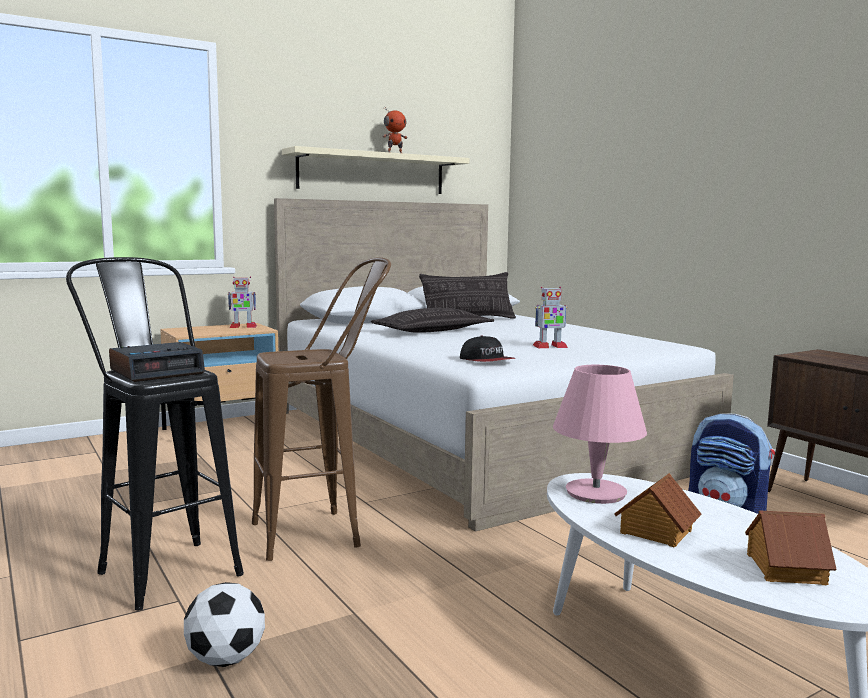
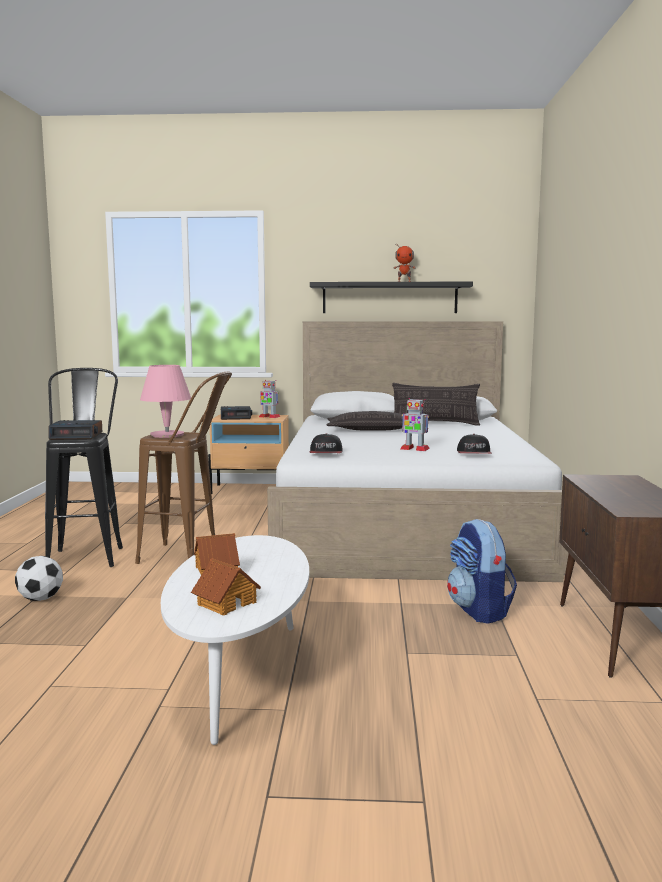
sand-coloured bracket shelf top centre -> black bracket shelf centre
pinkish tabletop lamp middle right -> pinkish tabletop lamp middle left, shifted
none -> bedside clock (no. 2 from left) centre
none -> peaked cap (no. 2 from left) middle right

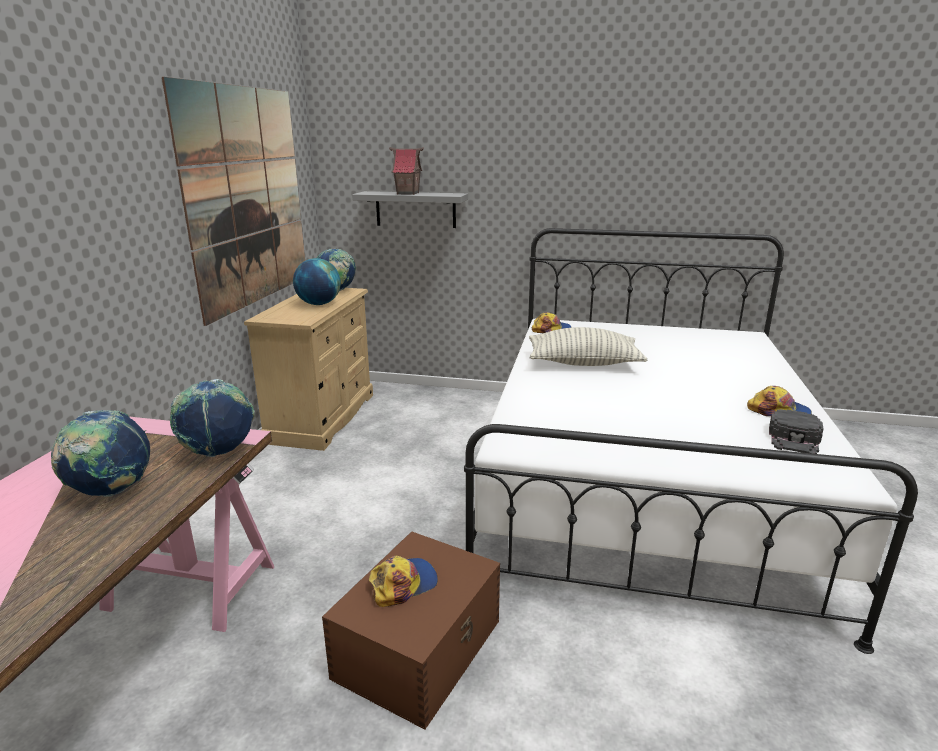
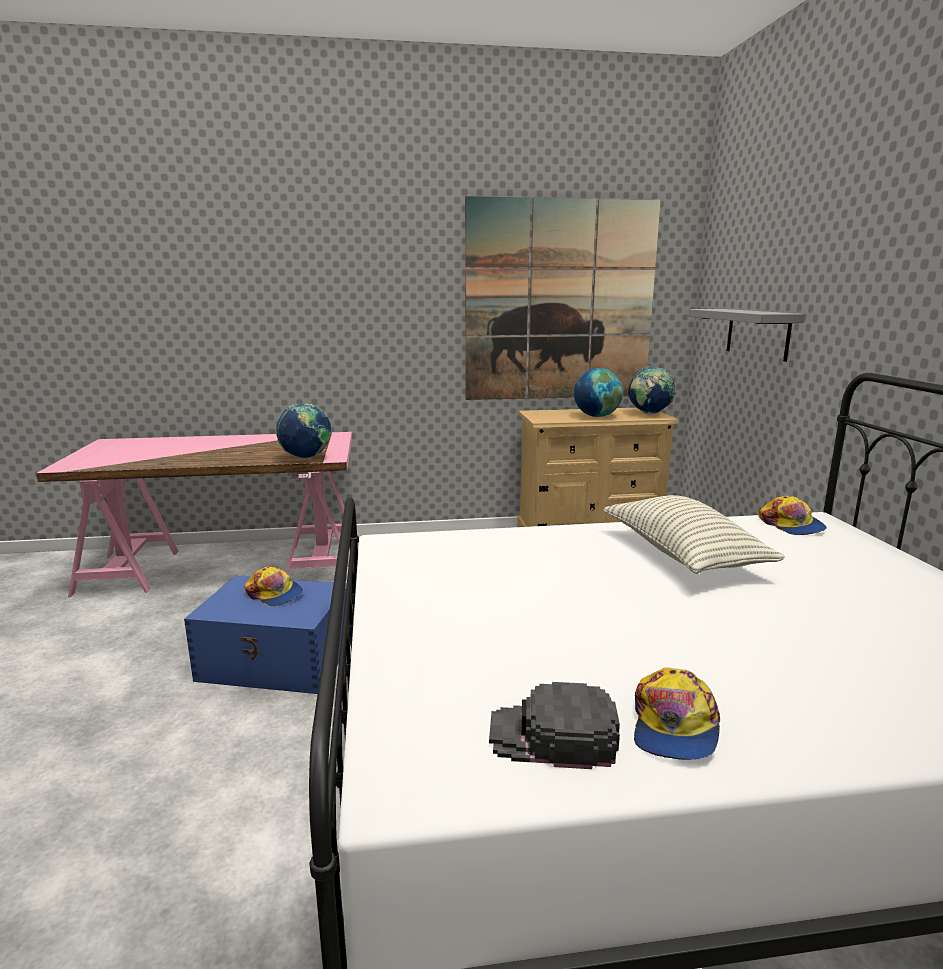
toy house top centre -> none
globe (no. 1 from left) middle left -> none
brownish storage bin bottom centre -> blue storage bin middle left

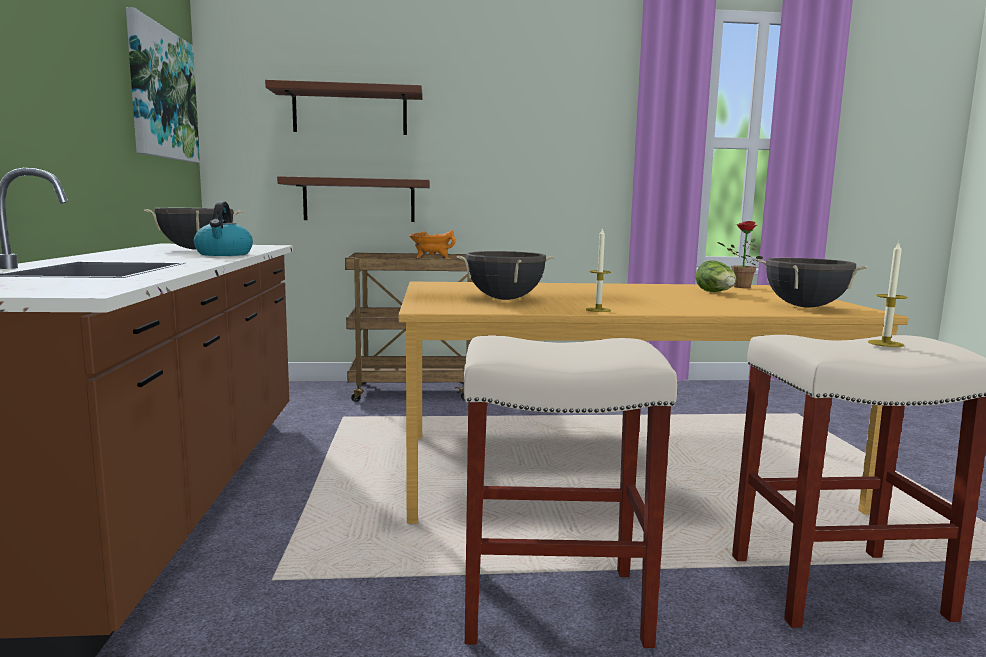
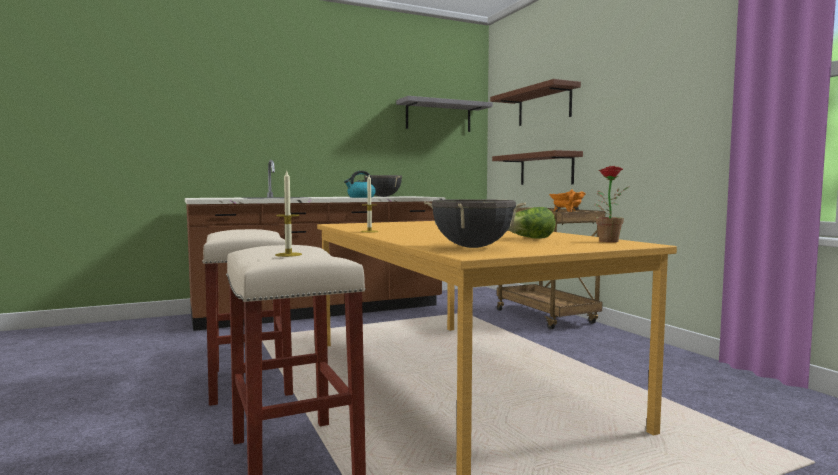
wall art top left -> greyish bracket shelf top centre
black saucepot (no. 2 from left) centre -> none

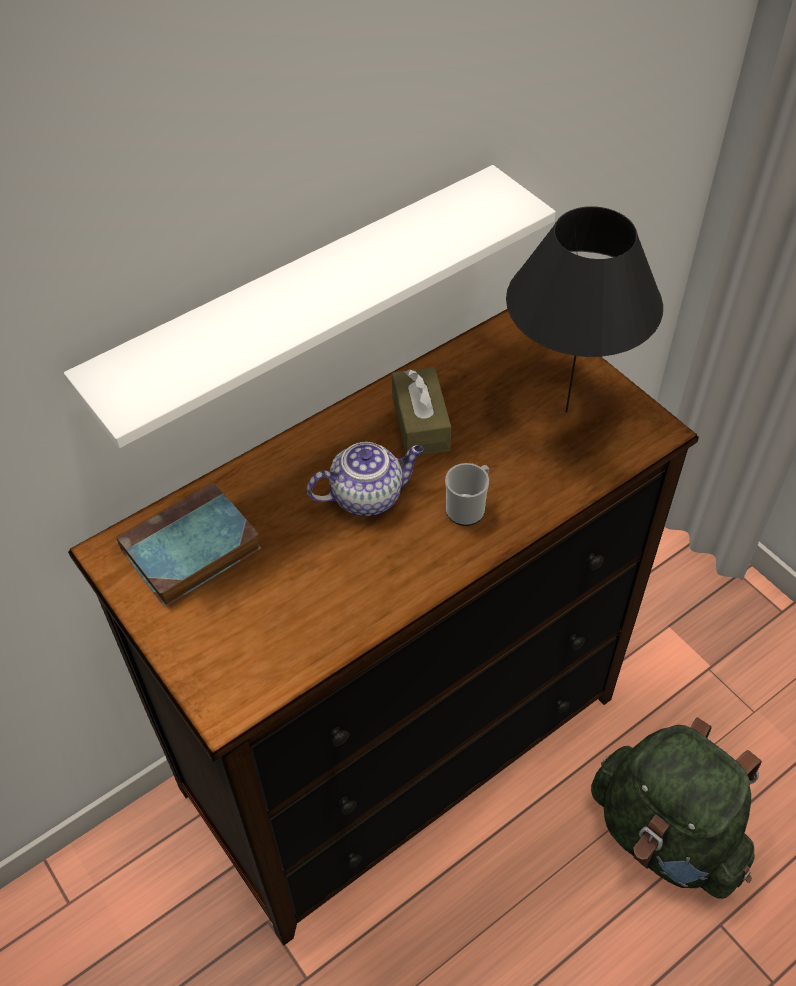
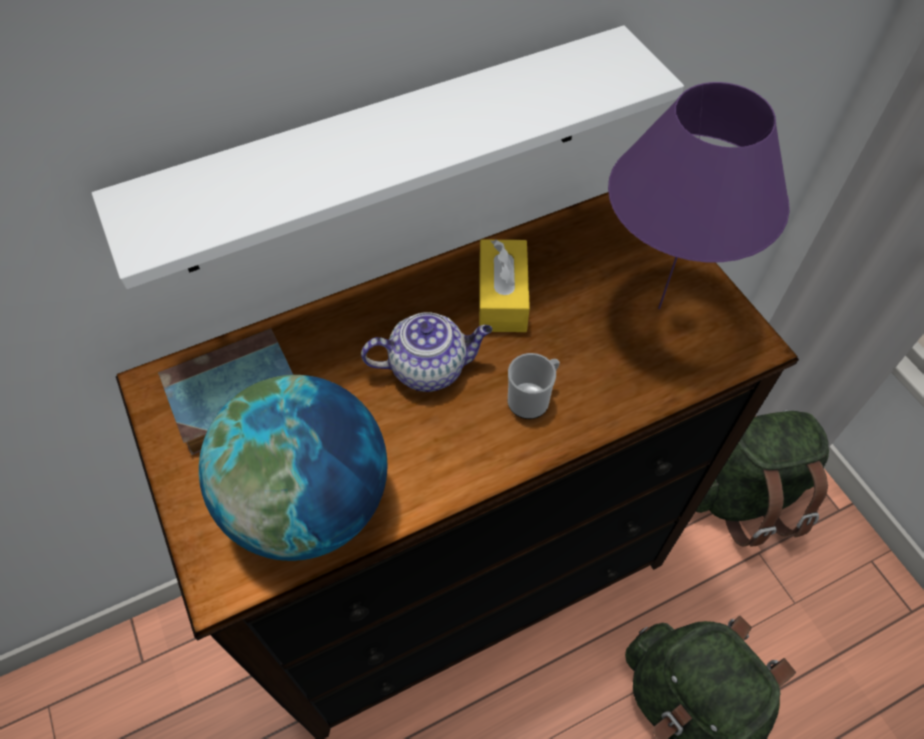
black tabletop lamp top right -> purple-coloured tabletop lamp top right
brownish tissue box centre -> yellow-coloured tissue box centre
none -> globe middle left
none -> green-coloured backpack (no. 2 from left) middle right

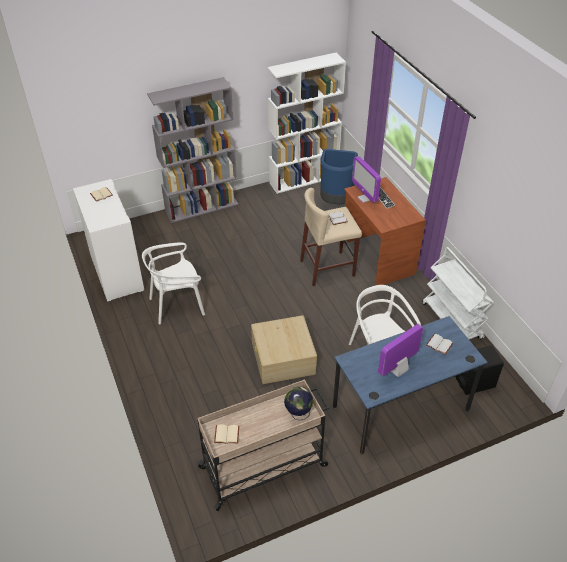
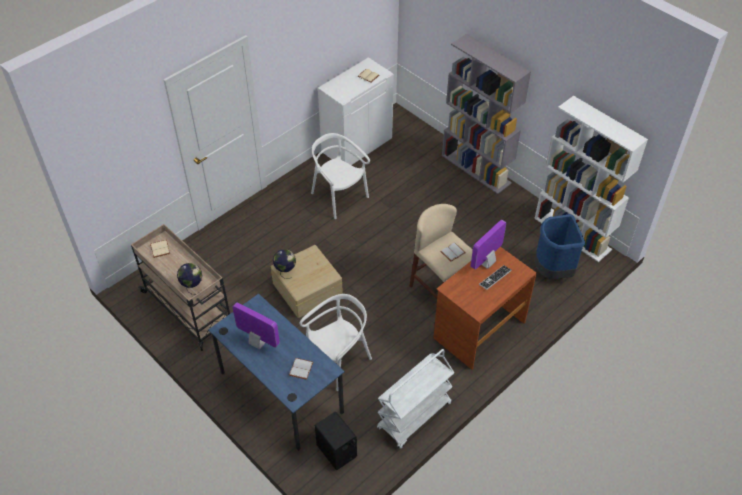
none -> globe (no. 2 from left) centre

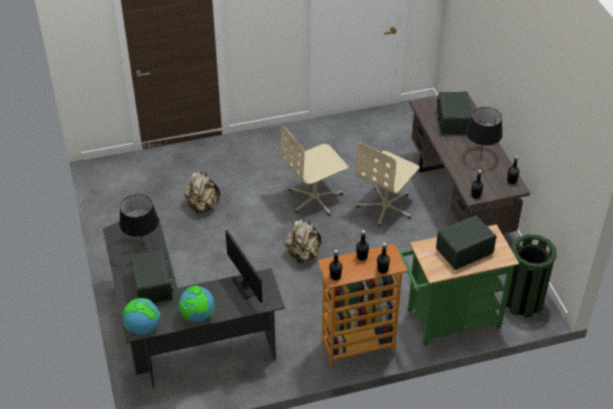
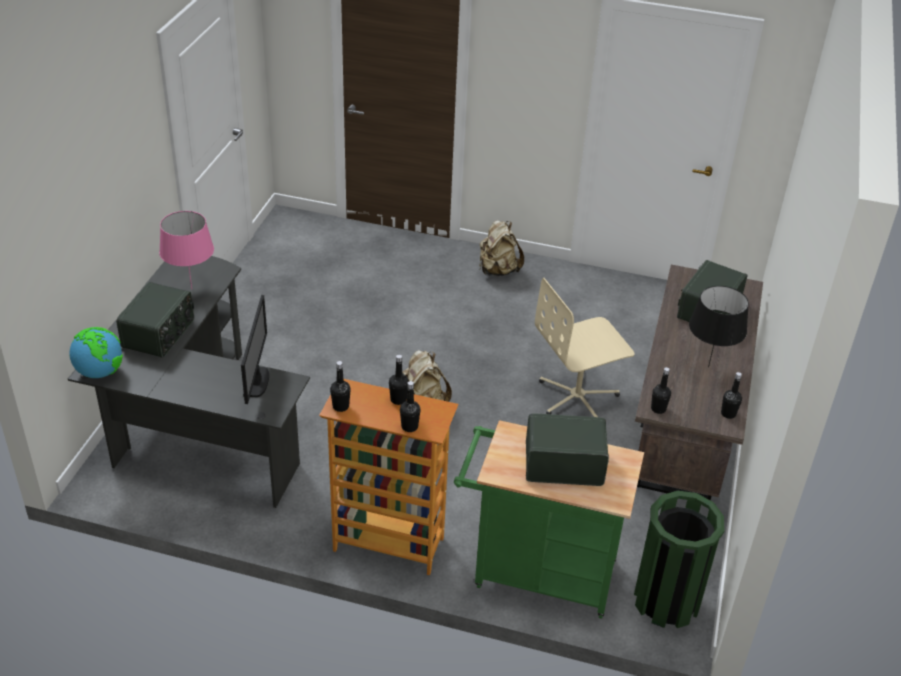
sand-coloured computer chair (no. 1 from left) centre -> none
sand-coloured backpack (no. 1 from left in the first image) middle left -> sand-coloured backpack (no. 2 from left) centre, shifted
black tabletop lamp (no. 1 from left) middle left -> pinkish tabletop lamp middle left
globe (no. 2 from left) bottom left -> none

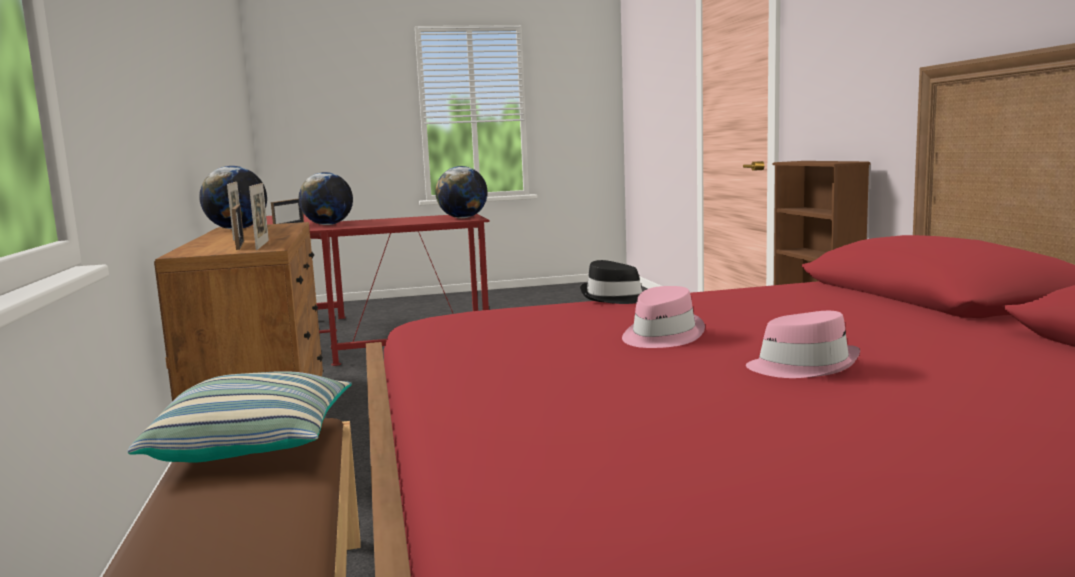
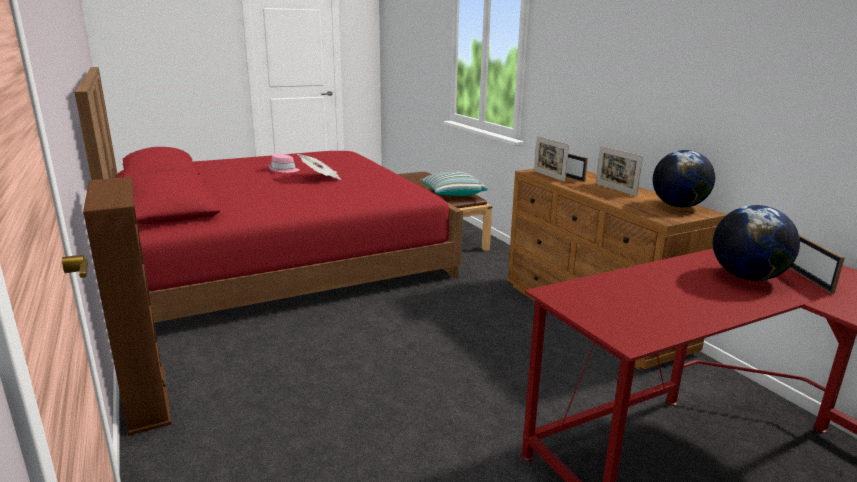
globe (no. 3 from left) top centre -> none
black hat centre -> none
pinkish hat (no. 1 from left) centre -> newspaper centre

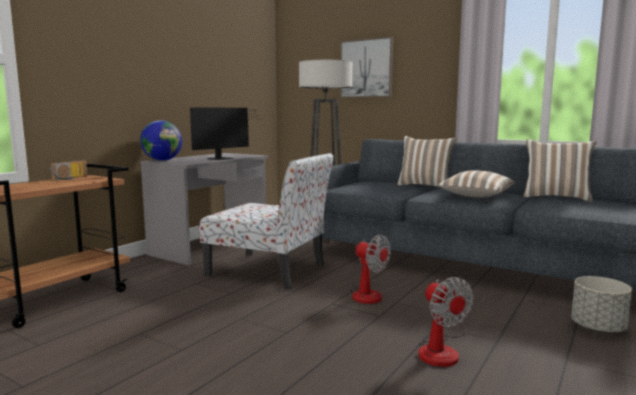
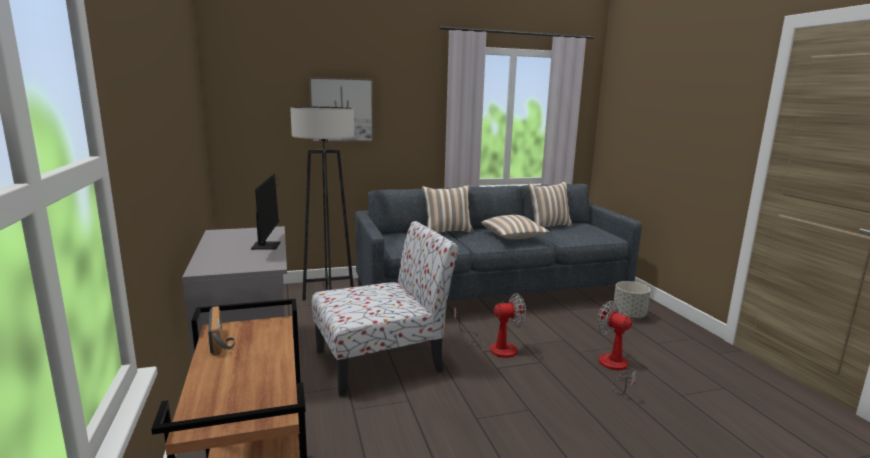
globe middle left -> none
cooling fan (no. 2 from left) bottom right, 150 degrees counterclockwise

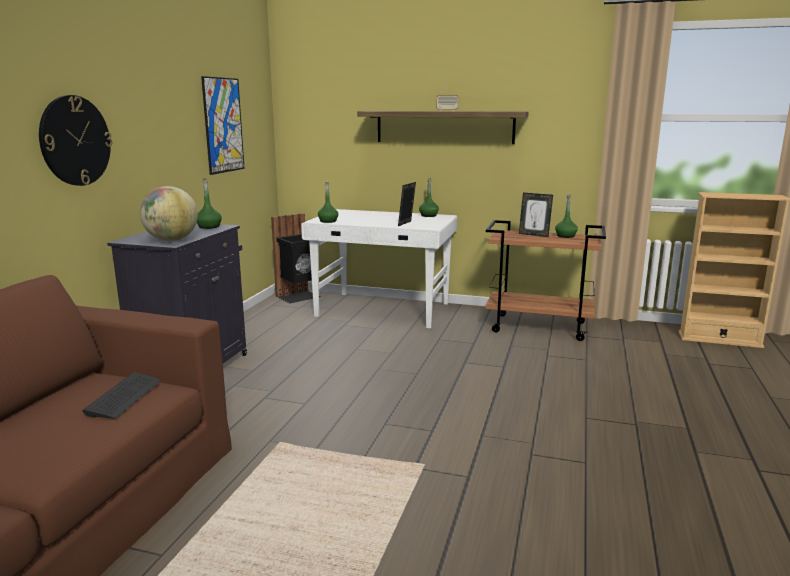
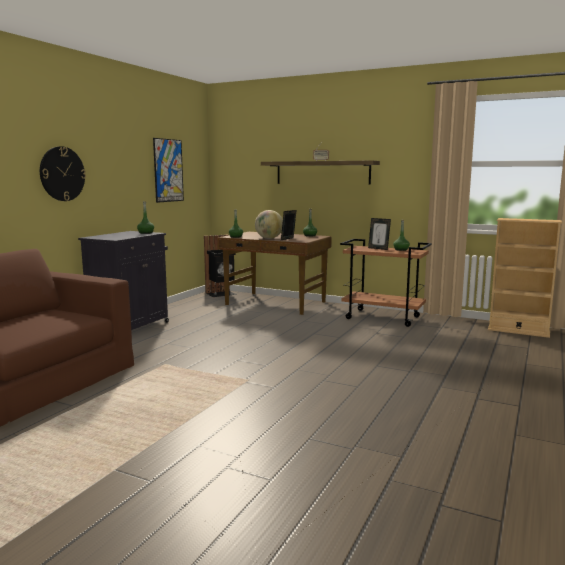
globe middle left -> globe centre, shifted
white-coloured desk centre -> brownish desk centre
PC keyboard bottom left -> none

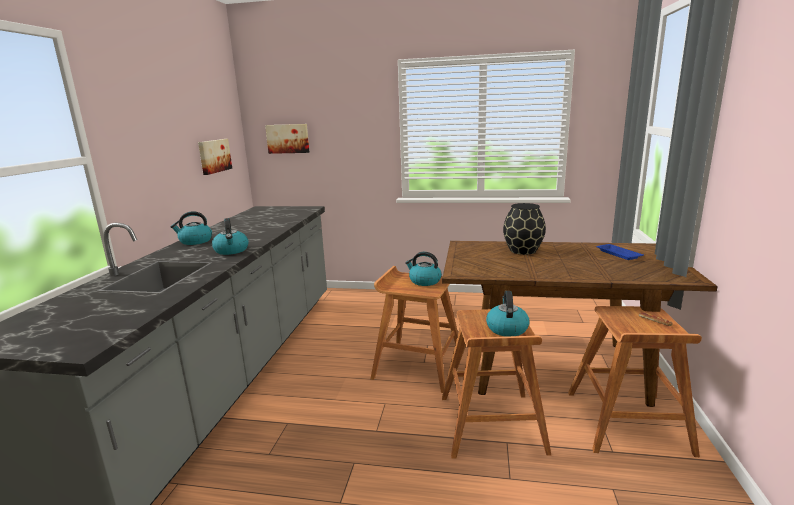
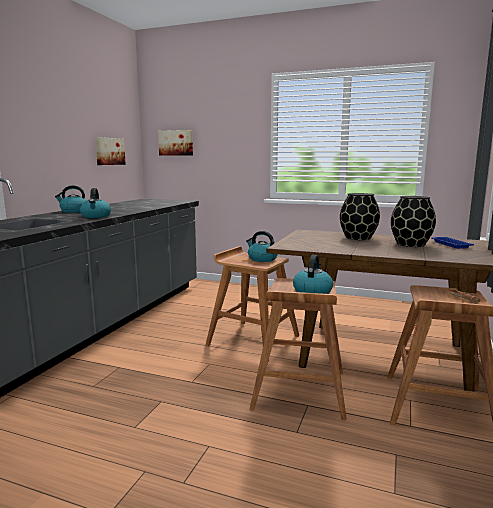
none -> black decorative vase (no. 2 from left) middle right

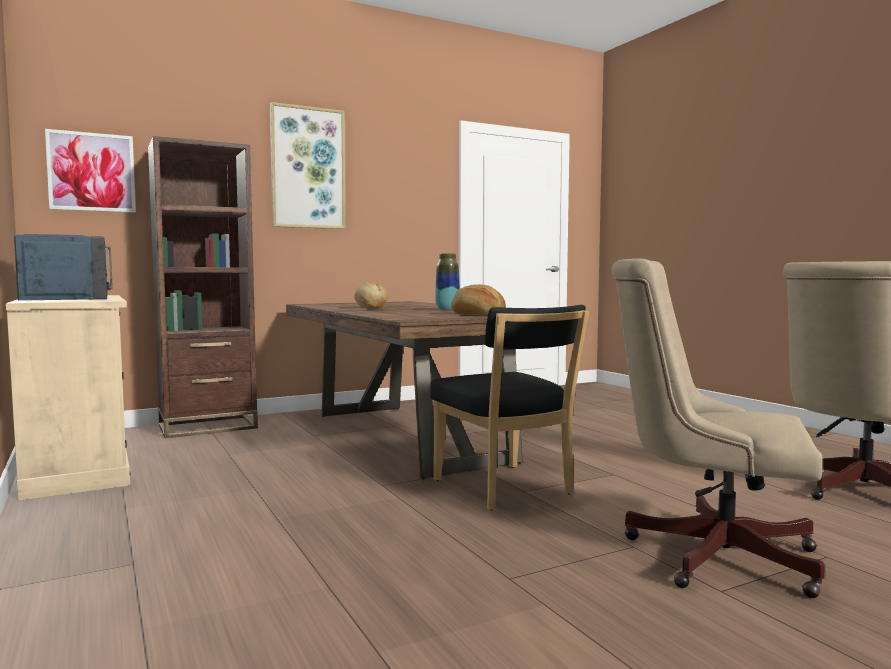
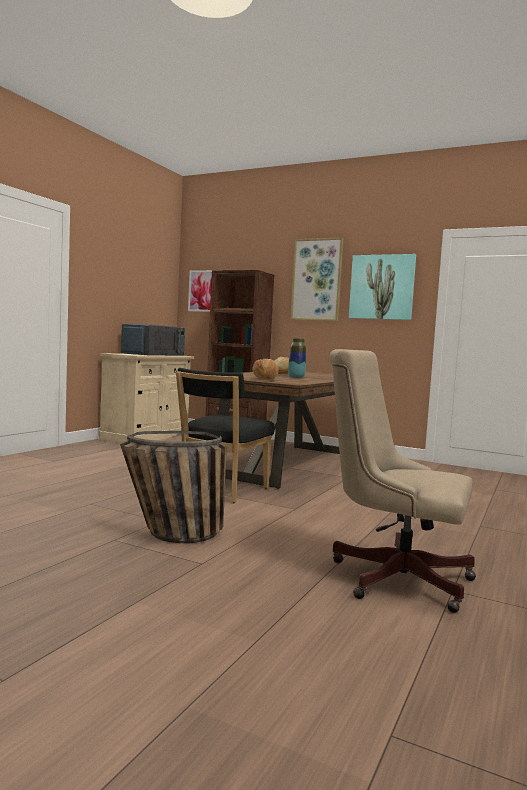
sand-coloured computer chair (no. 1 from left) middle right -> basket middle left
none -> wall art (no. 3 from left) middle right

